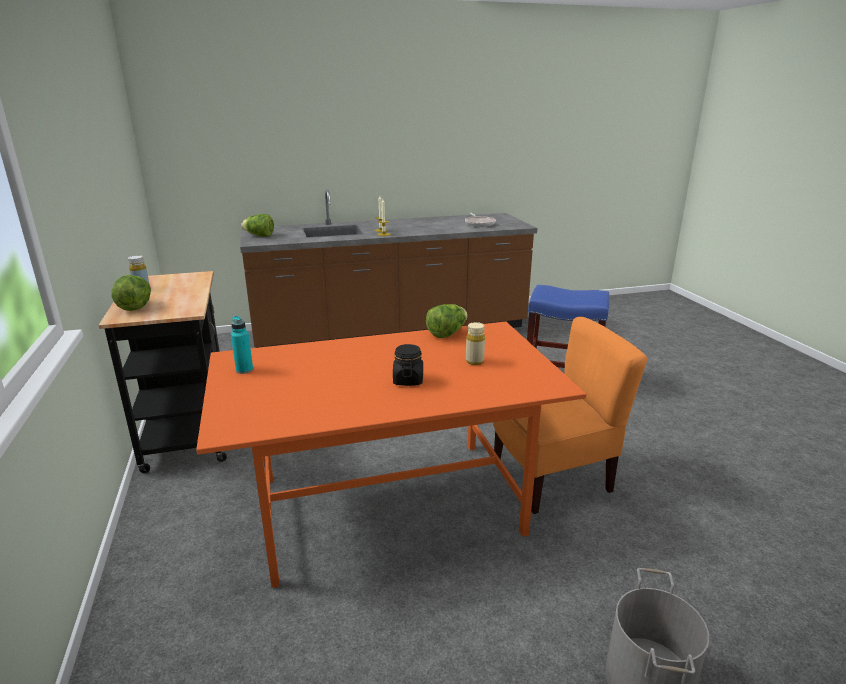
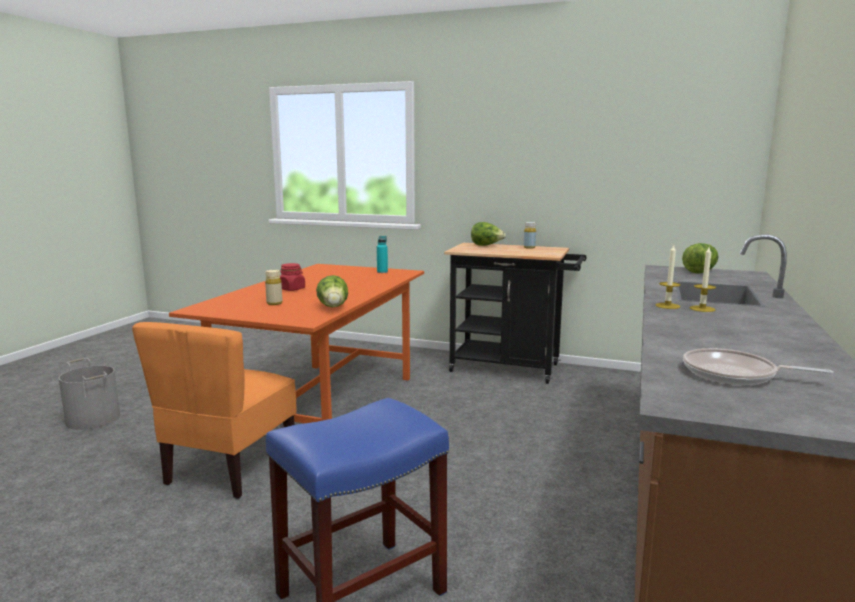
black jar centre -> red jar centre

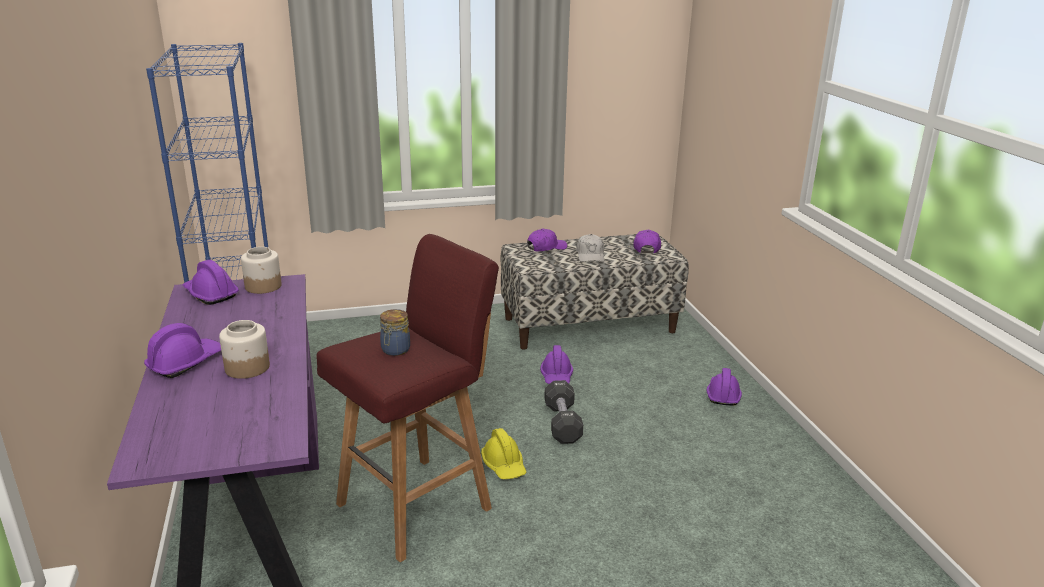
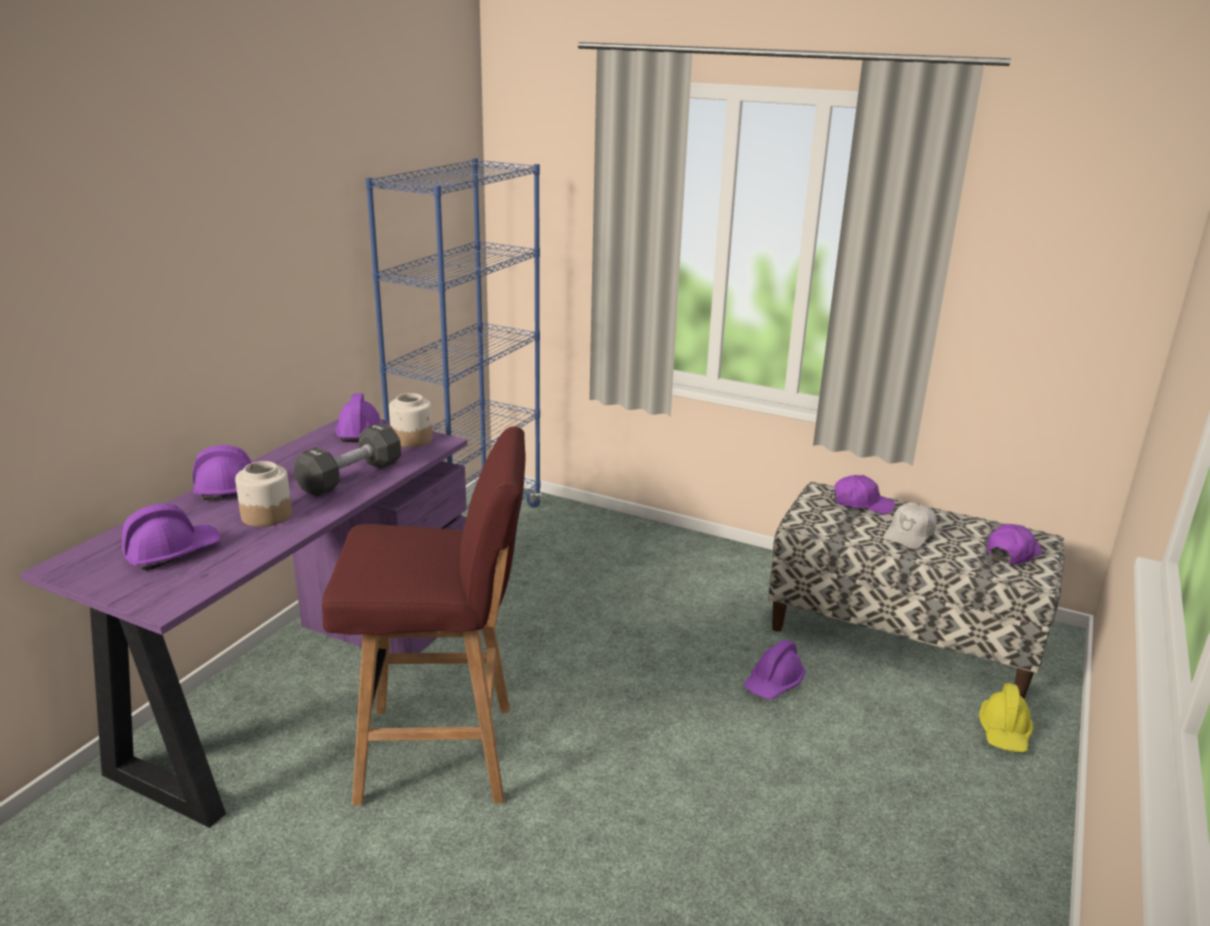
jar (no. 3 from left) centre -> none
purple-coloured safety helmet (no. 4 from left in the first image) middle right -> purple-coloured safety helmet (no. 1 from left) middle left, shifted
black dumbbell bottom centre -> black dumbbell middle left, shifted
yellow-coloured safety helmet bottom centre -> yellow-coloured safety helmet bottom right, shifted

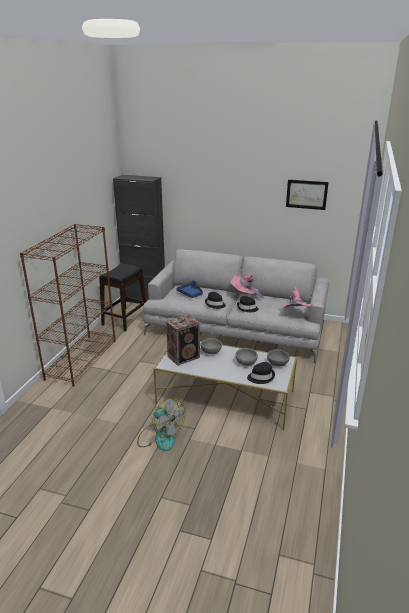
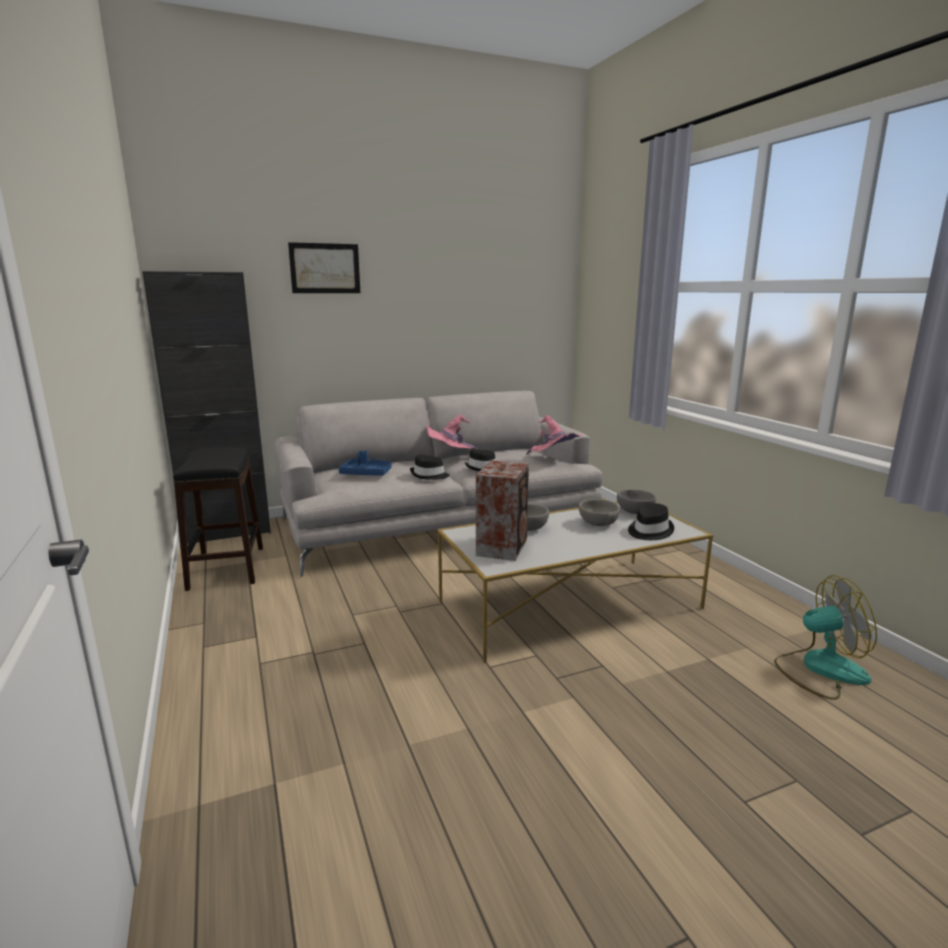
wall art top right -> wall art top centre, shifted
brownish bookcase middle left -> none
cooling fan bottom centre -> cooling fan bottom right, shifted

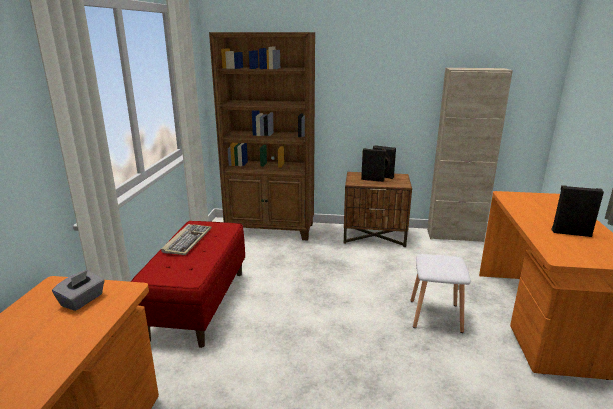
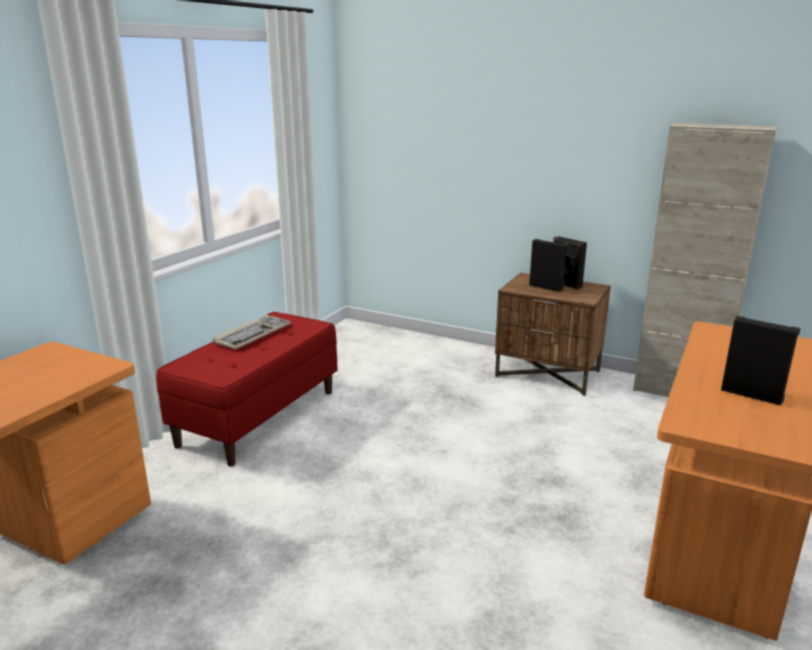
brownish bookcase top centre -> none
white-coloured sitting stool bottom right -> none
greyish tissue box bottom left -> none

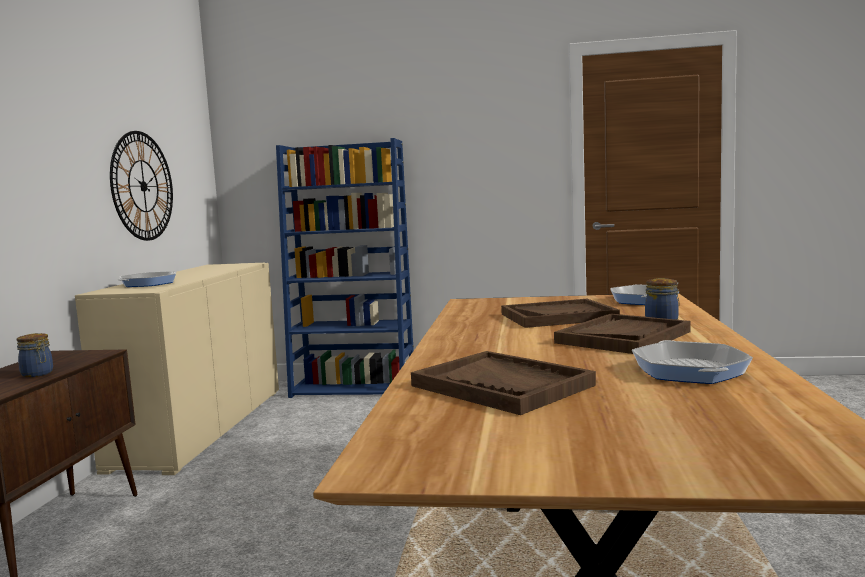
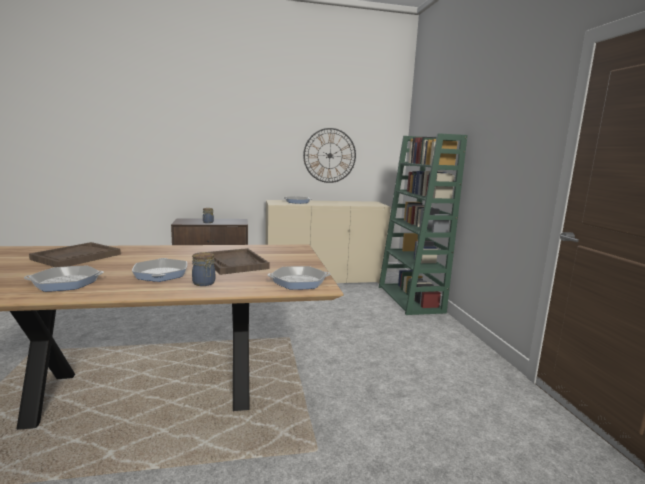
blue bookcase centre -> green-coloured bookcase centre
brownish tray (no. 3 from left) middle right -> pan (no. 2 from left) middle left

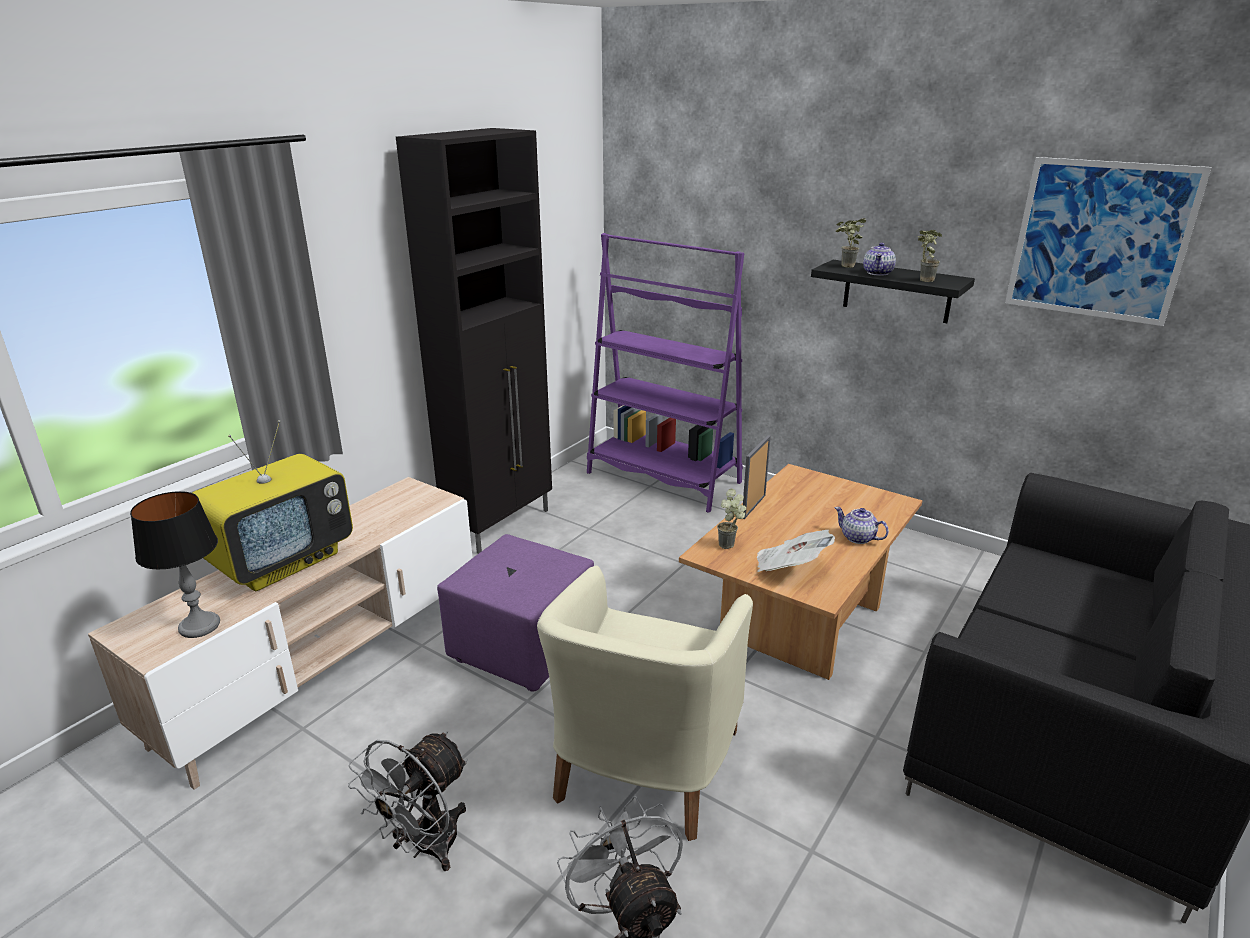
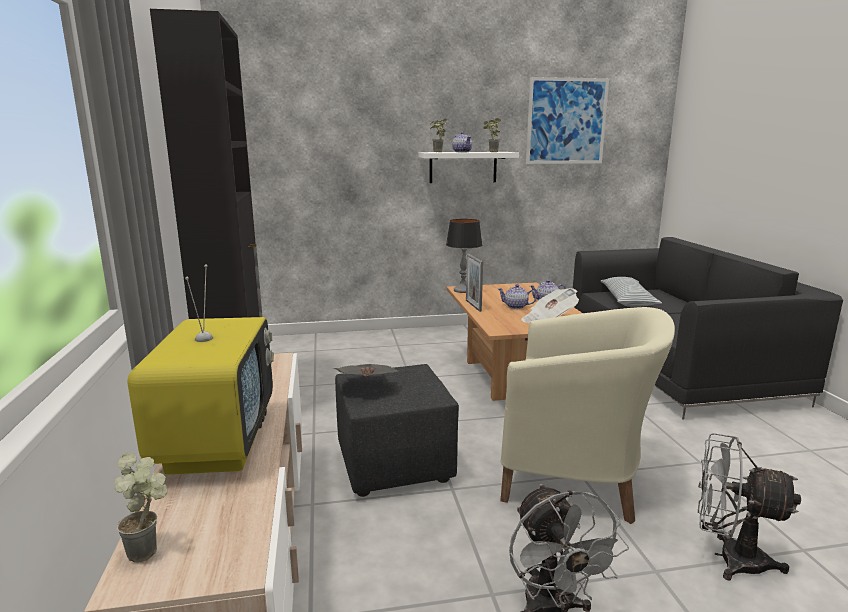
purple-coloured bookcase centre -> none
black bracket shelf top right -> white-coloured bracket shelf top centre
houseplant (no. 1 from left) centre -> houseplant (no. 1 from left) bottom left, shifted
tabletop lamp middle left -> tabletop lamp centre, shifted
purple-coloured pouffe centre -> black pouffe bottom centre
sand-coloured lounge chair bottom centre -> sand-coloured lounge chair bottom right, 45 degrees counterclockwise
none -> throw pillow middle right
none -> teapot (no. 2 from left) centre
none -> newspaper (no. 1 from left) centre

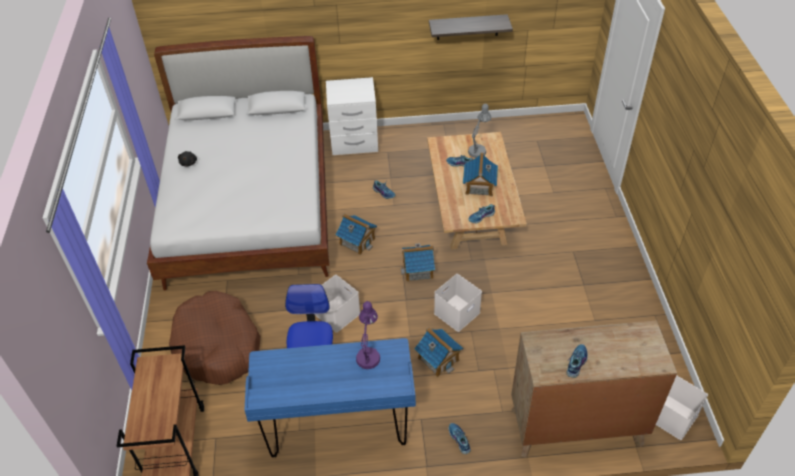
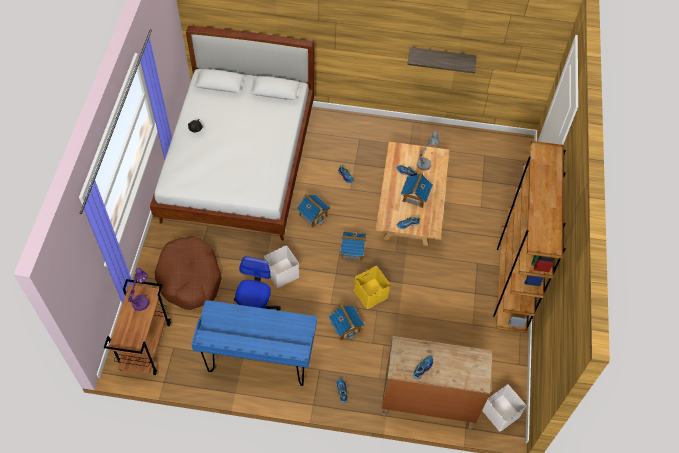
white-coloured bedside table top centre -> none
white-coloured storage bin (no. 2 from left) centre -> yellow-coloured storage bin centre
purple-coloured tabletop lamp bottom centre -> purple-coloured tabletop lamp middle left, shifted
none -> brownish bookcase middle right

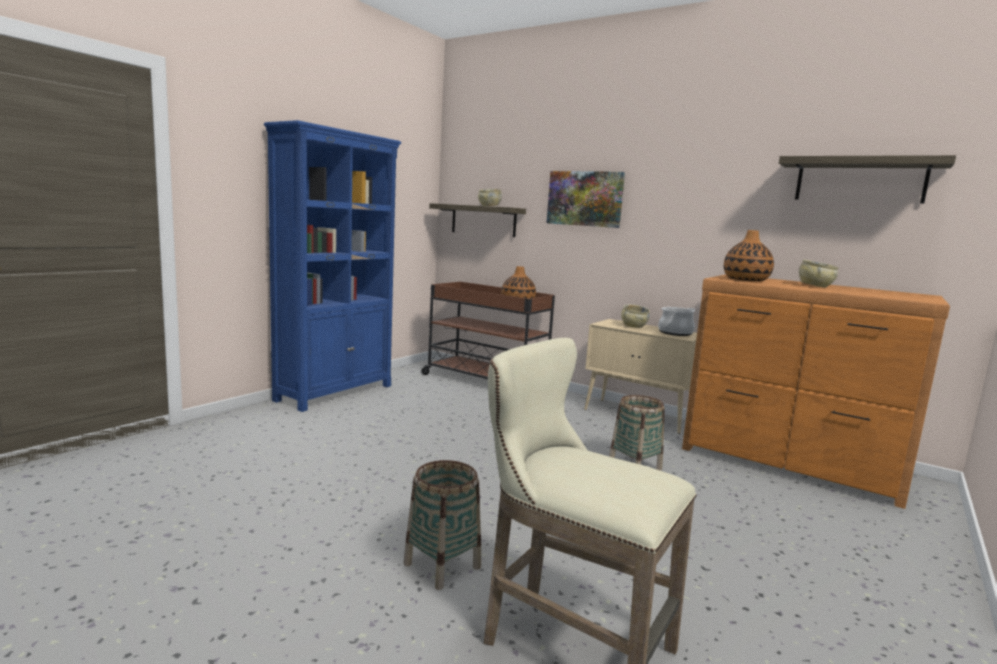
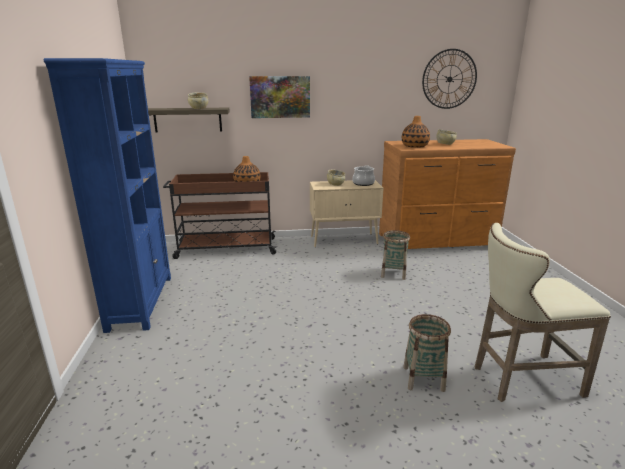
bracket shelf (no. 2 from left) top right -> clock on the wall top right

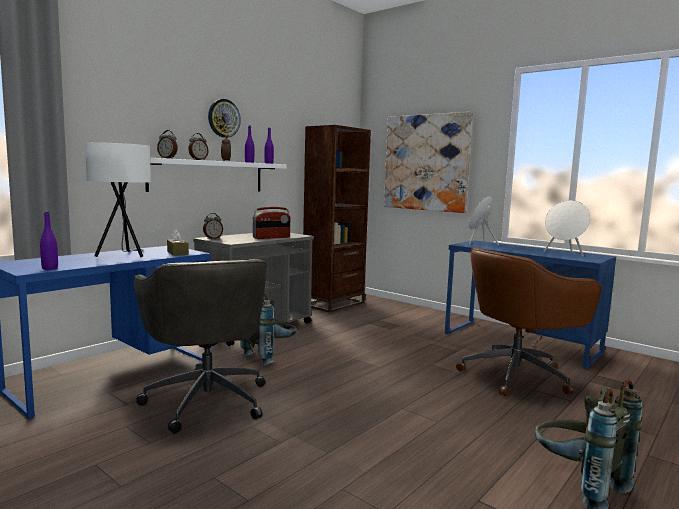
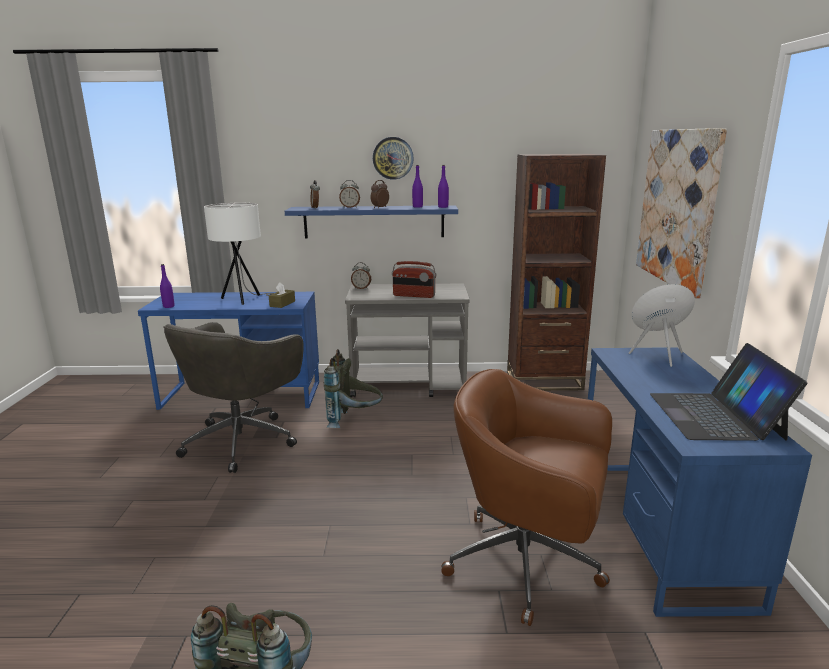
white-coloured bracket shelf middle left -> blue bracket shelf top centre
white-coloured audio speaker middle right -> portable computer middle right

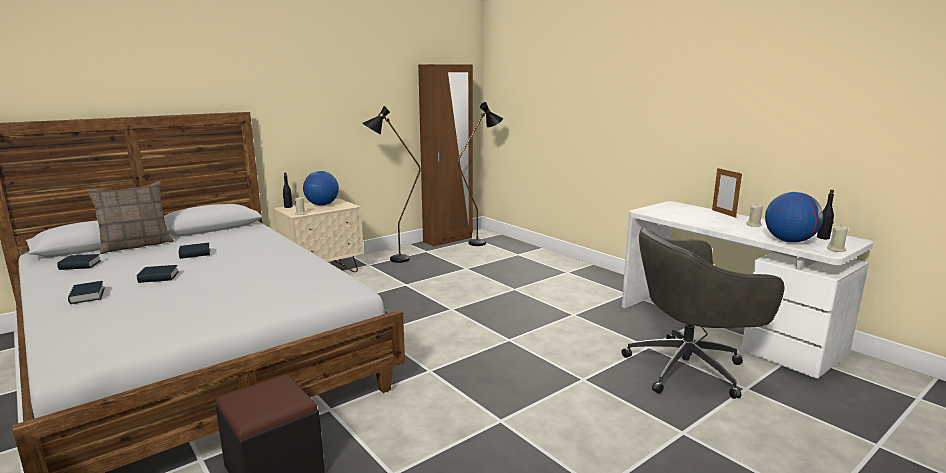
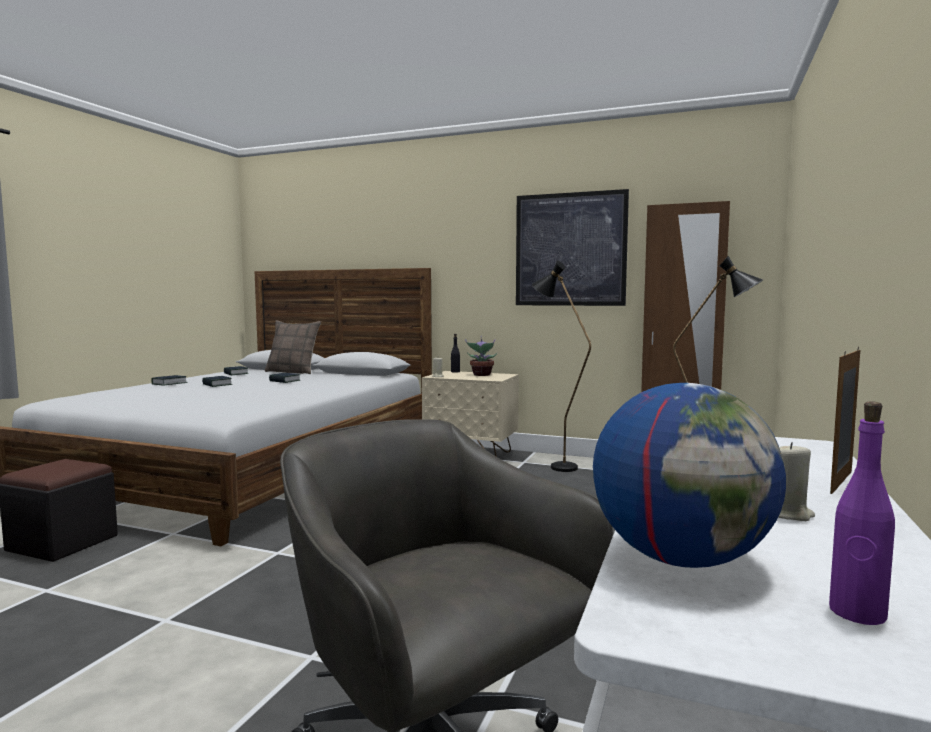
globe (no. 1 from left) centre -> houseplant centre
black bottle (no. 2 from left) middle right -> purple-coloured bottle bottom right
sand-coloured candle (no. 3 from left) middle right -> none
none -> wall art centre

